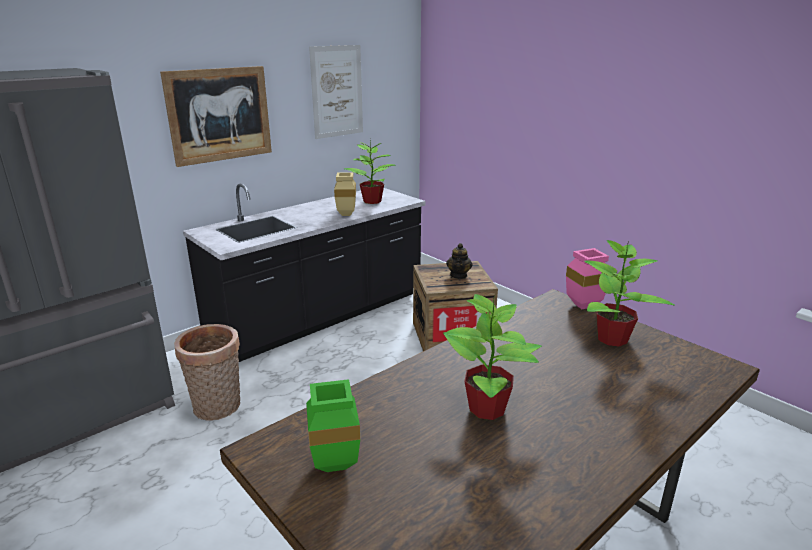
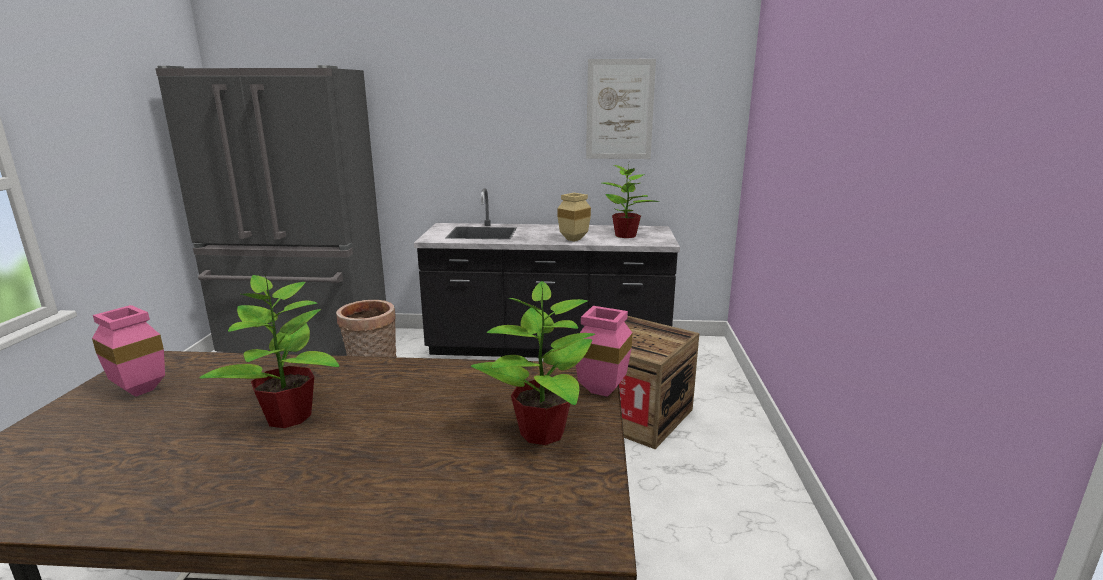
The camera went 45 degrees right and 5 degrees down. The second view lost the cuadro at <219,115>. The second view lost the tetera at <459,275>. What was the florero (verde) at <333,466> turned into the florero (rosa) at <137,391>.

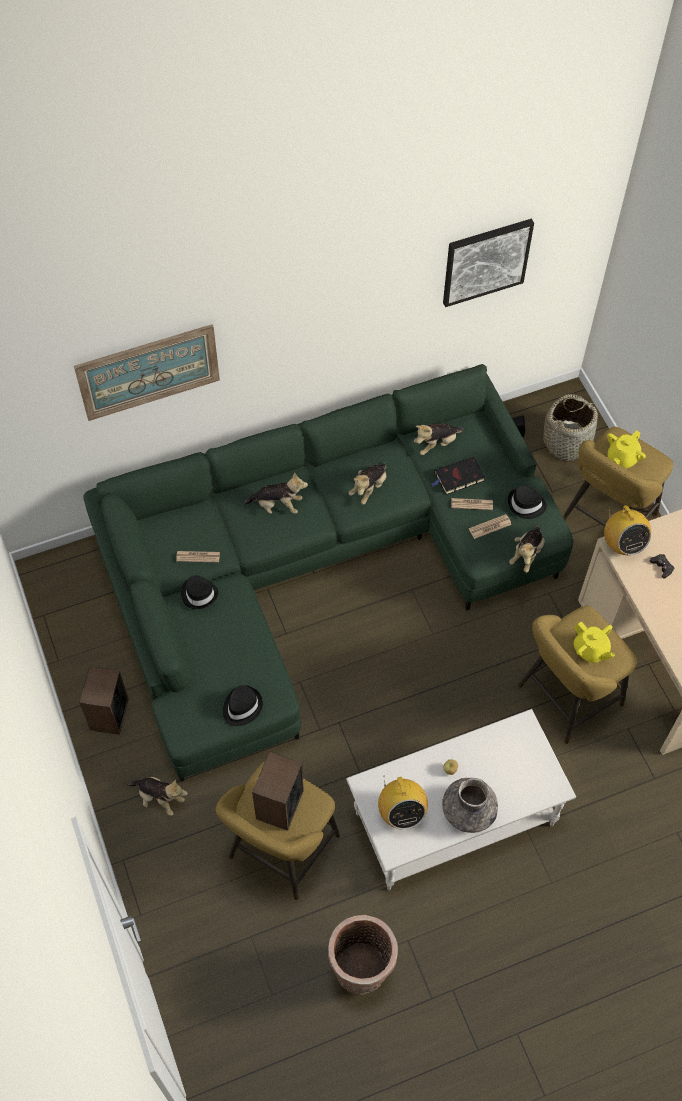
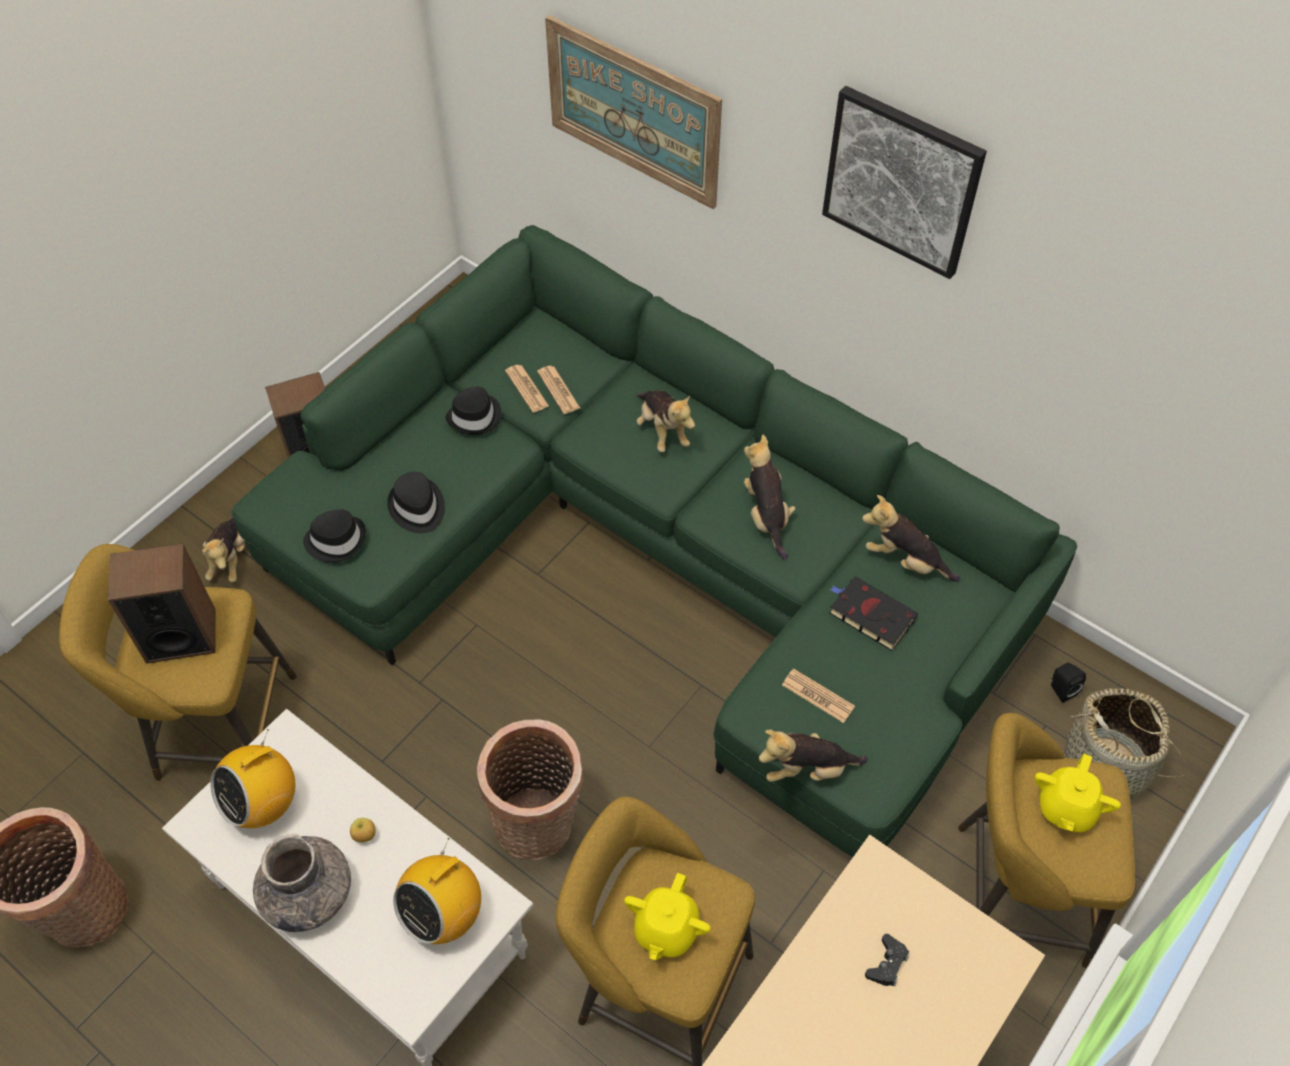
The camera went 60 degrees right and 5 degrees down. The cuadro ended up elsewhere, having gone from <486,261> to <902,181>. The tetera (amarillo) at <622,458> ended up facing another way, 75 degrees counterclockwise from before. The peluche at <369,488> ended up facing another way, 75 degrees clockwise from before. The sombrero (negro) ended up elsewhere, having gone from <526,505> to <417,508>. The periódico ended up elsewhere, having gone from <471,504> to <558,390>. The radio ended up elsewhere, having gone from <622,544> to <444,914>. The second view gained the cesta at <539,825>.

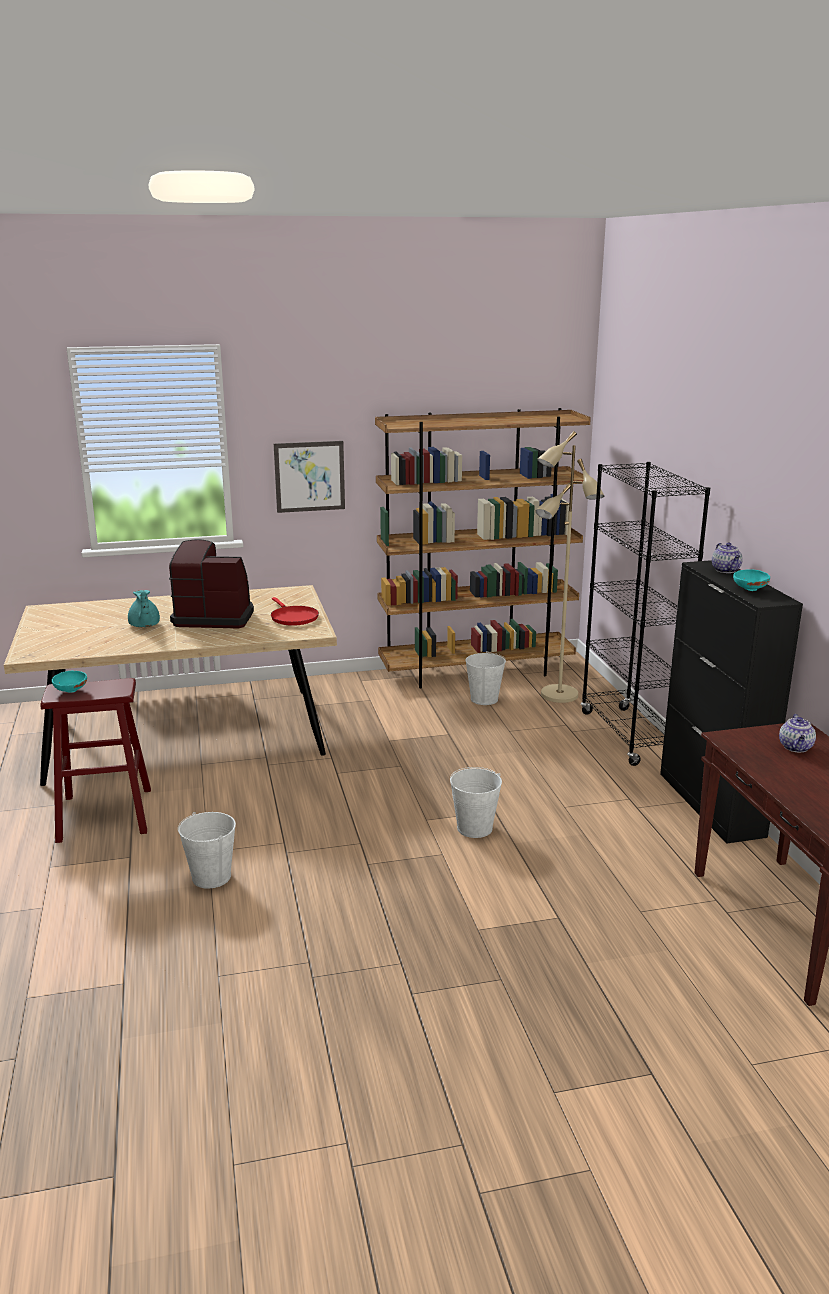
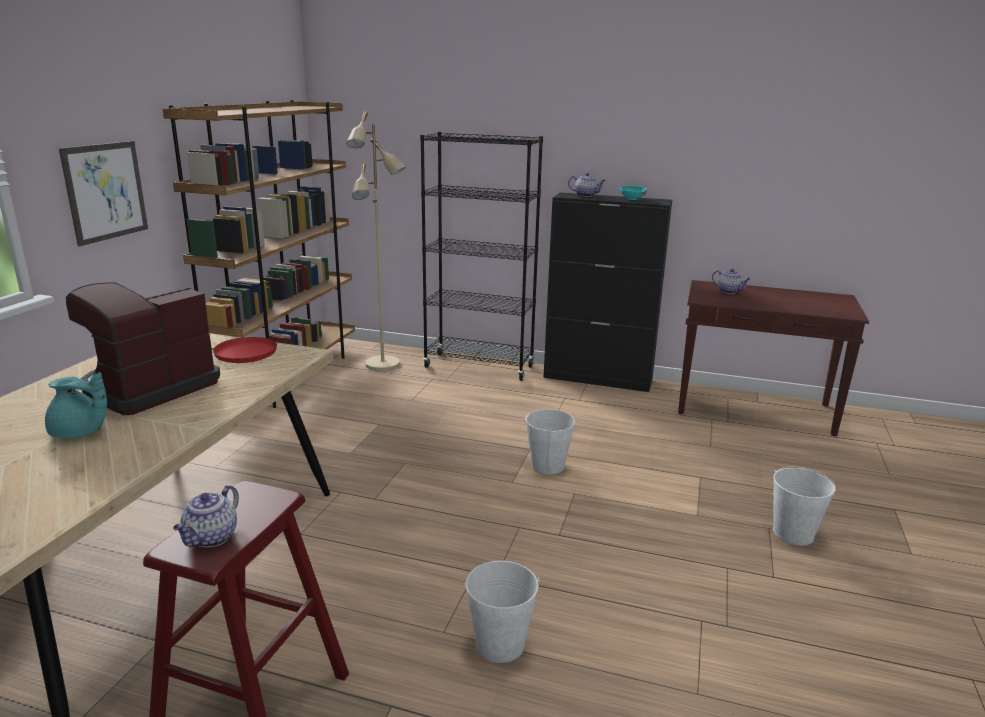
The camera went 60 degrees left and 0 degrees up. The cubo (blanco) ended up elsewhere, having gone from <484,699> to <793,534>. Where the cuenco (turquesa) stood at <70,691>, the tetera came to stand at <211,538>.

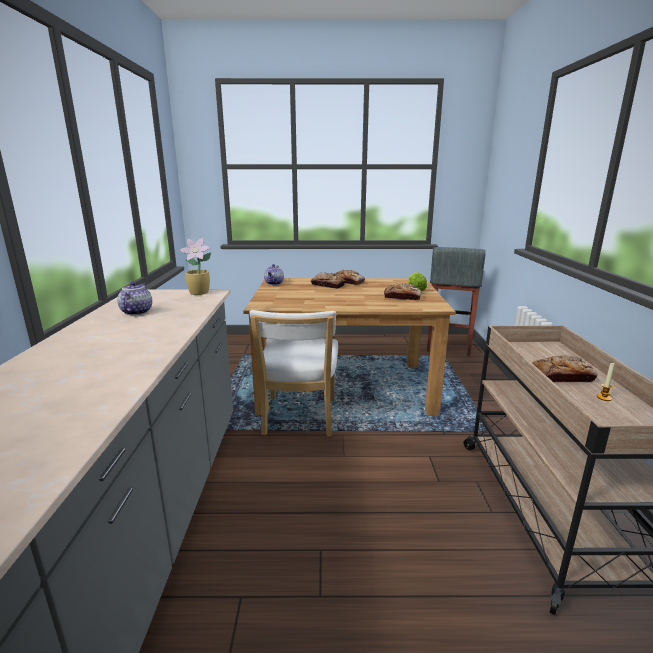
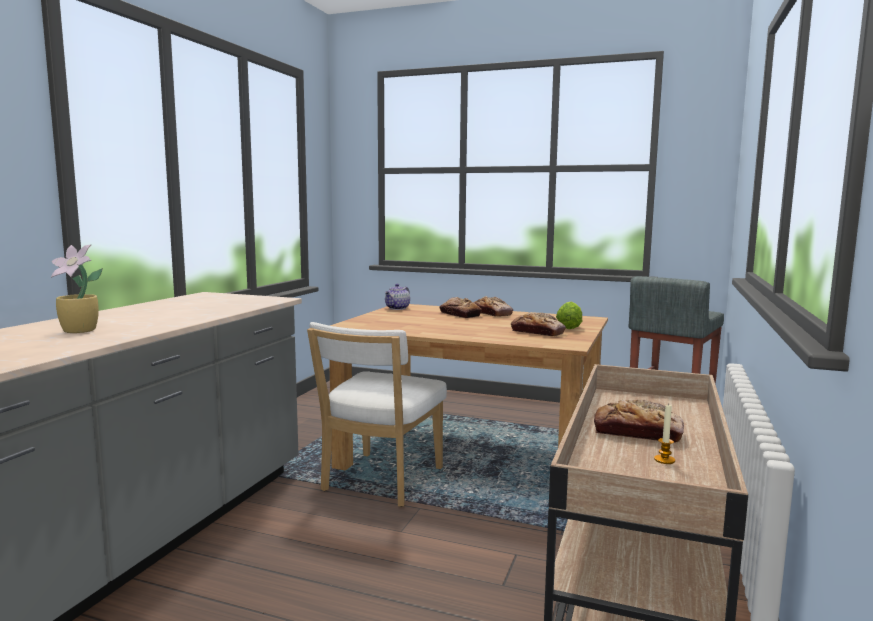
The camera went 20 degrees right and 10 degrees down. The planta en maceta ended up elsewhere, having gone from <200,293> to <80,331>. The second view lost the tetera at <136,312>.

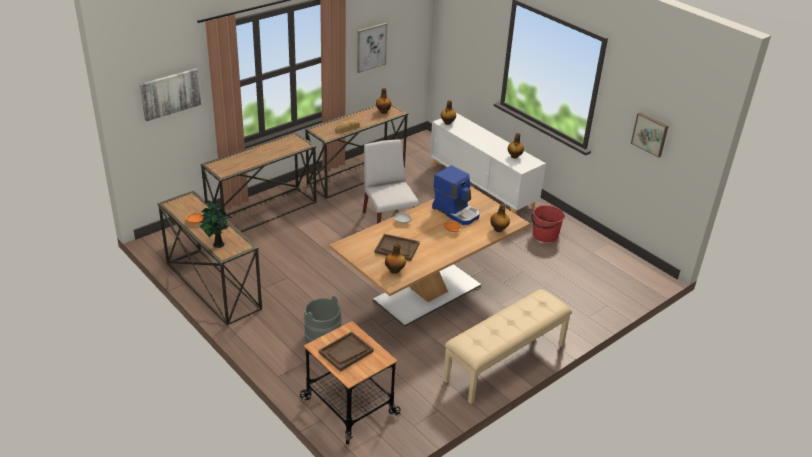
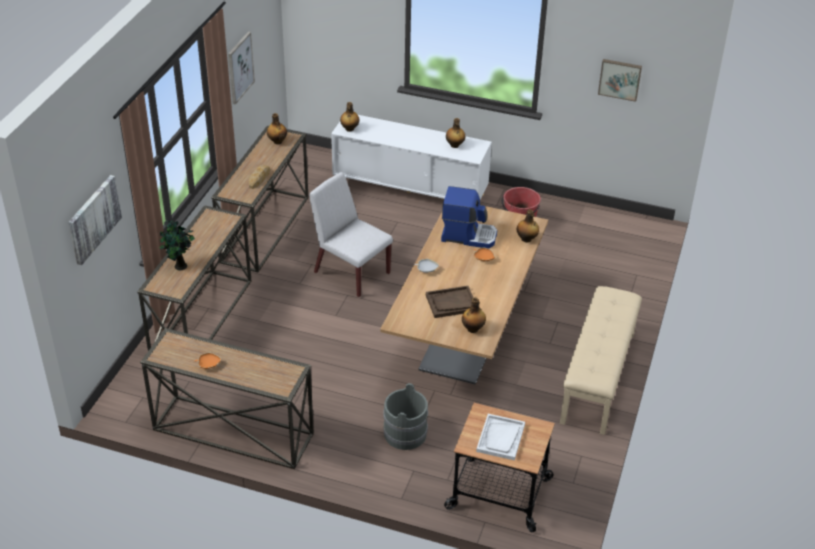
The camera went 30 degrees left and 5 degrees up. The planta en maceta ended up elsewhere, having gone from <217,244> to <180,267>. What was the bandeja (marrón) at <346,352> turned into the bandeja (blanco) at <500,438>.

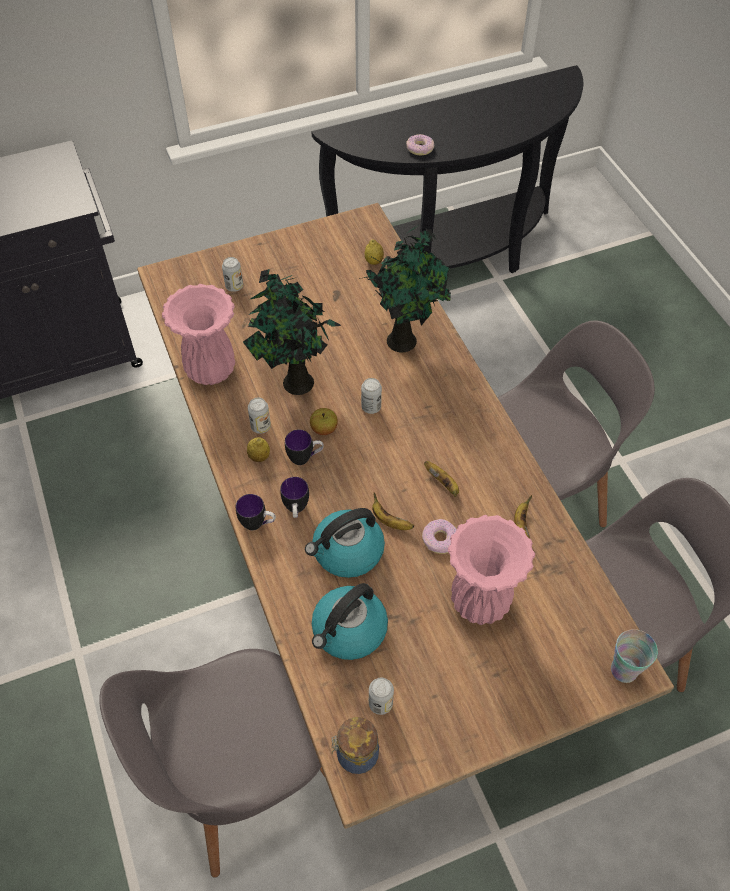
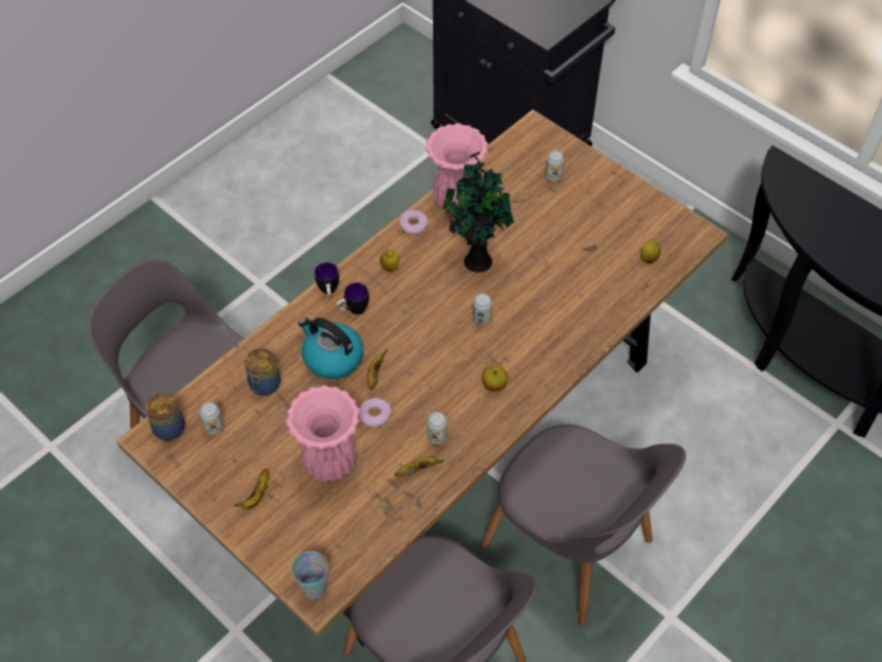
The camera went 65 degrees right and 0 degrees up. The rosquilla ended up elsewhere, having gone from <420,148> to <413,225>. The second view lost the planta en maceta at <404,339>. The lata ended up elsewhere, having gone from <260,426> to <437,437>. The manzana ended up elsewhere, having gone from <324,429> to <494,384>. The second view lost the taza grande at <305,458>. The plátano ended up elsewhere, having gone from <443,483> to <256,495>. Where the hervidor stood at <349,631>, the tarro came to stand at <264,385>.

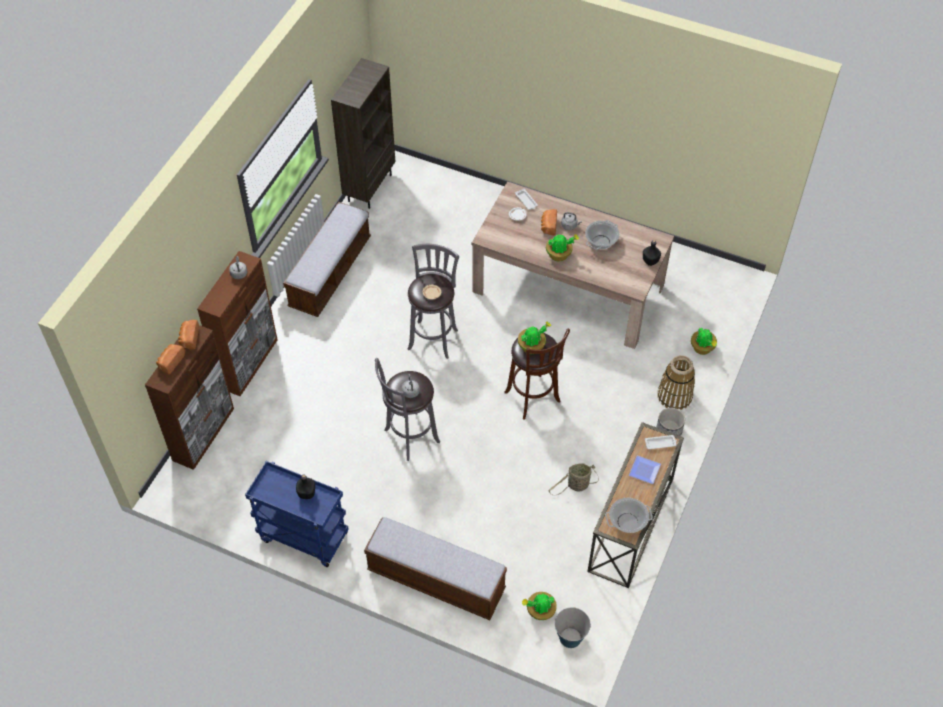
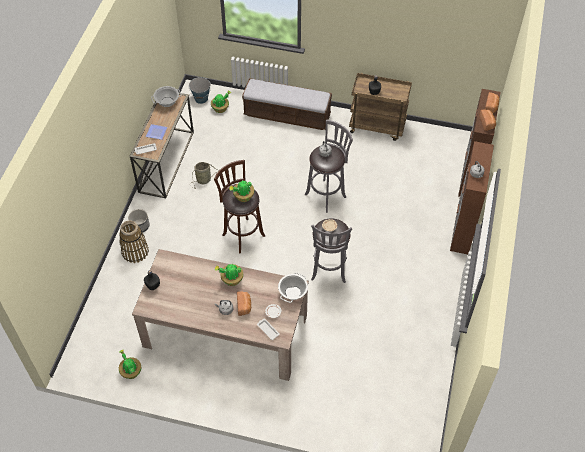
The camera went 170 degrees right and 0 degrees up. The second view lost the estantería (marrón) at <369,187>. The second view lost the banco at <330,273>. The olla ended up elsewhere, having gone from <601,242> to <293,292>. The planta en maceta ended up elsewhere, having gone from <702,348> to <131,371>. What was the carrito (azul) at <302,536> turned into the carrito (marrón) at <377,126>.

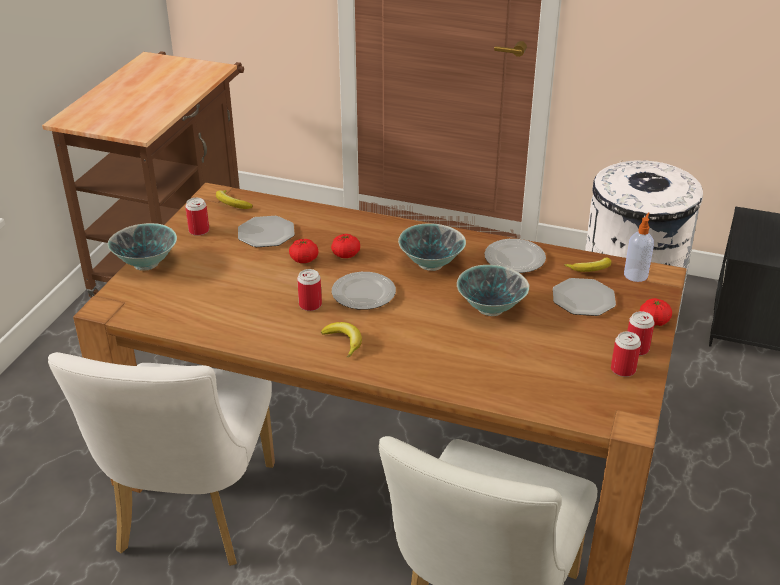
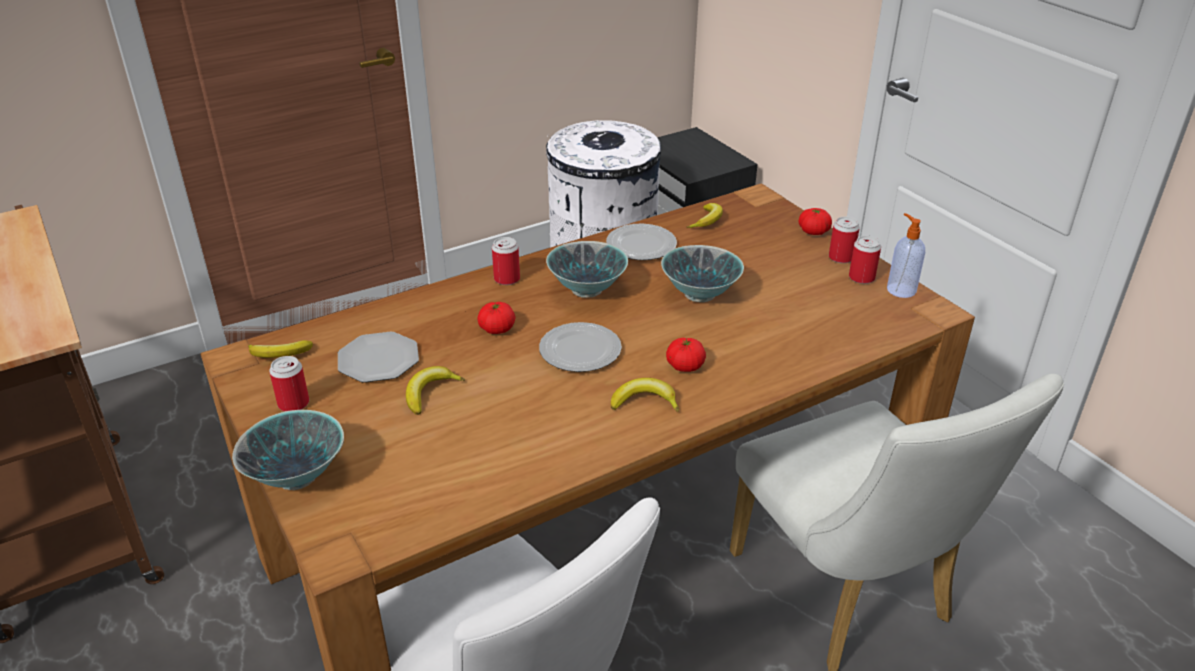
The camera went 50 degrees left and 0 degrees up. The dispensador de jabón ended up elsewhere, having gone from <636,274> to <900,289>. The tomate ended up elsewhere, having gone from <304,259> to <685,366>. The lata ended up elsewhere, having gone from <310,305> to <507,279>. The second view lost the plato at <584,299>. The second view gained the plátano at <430,393>.

